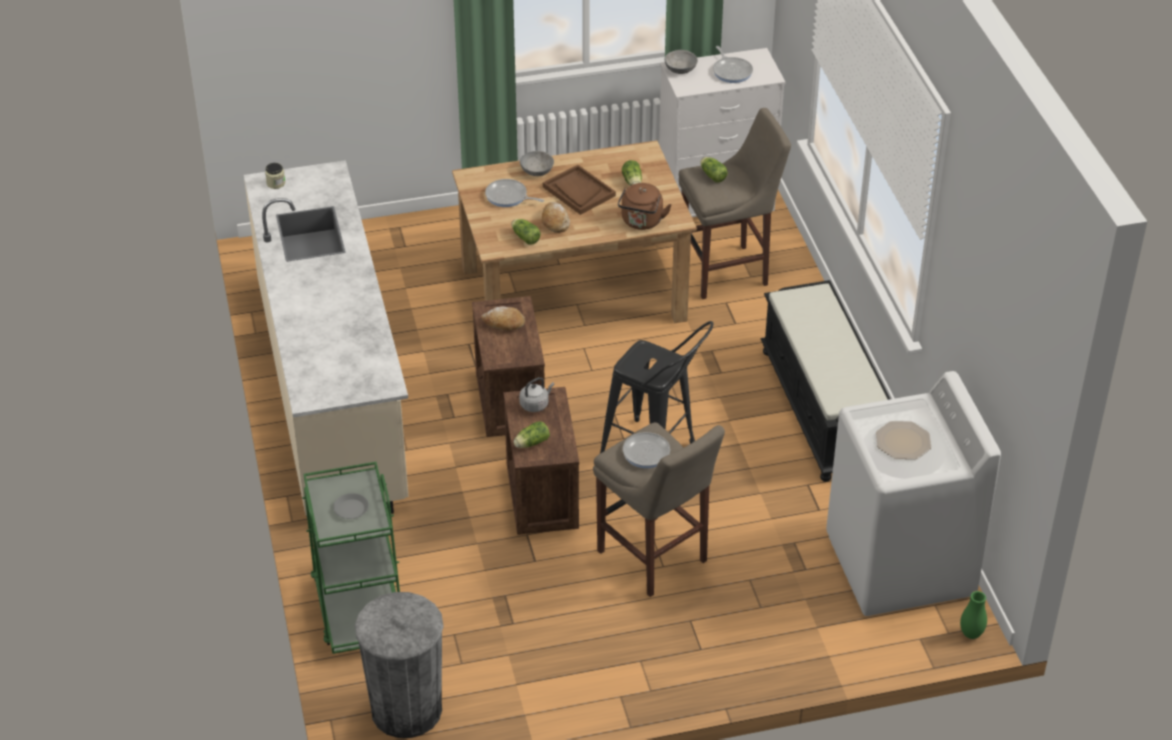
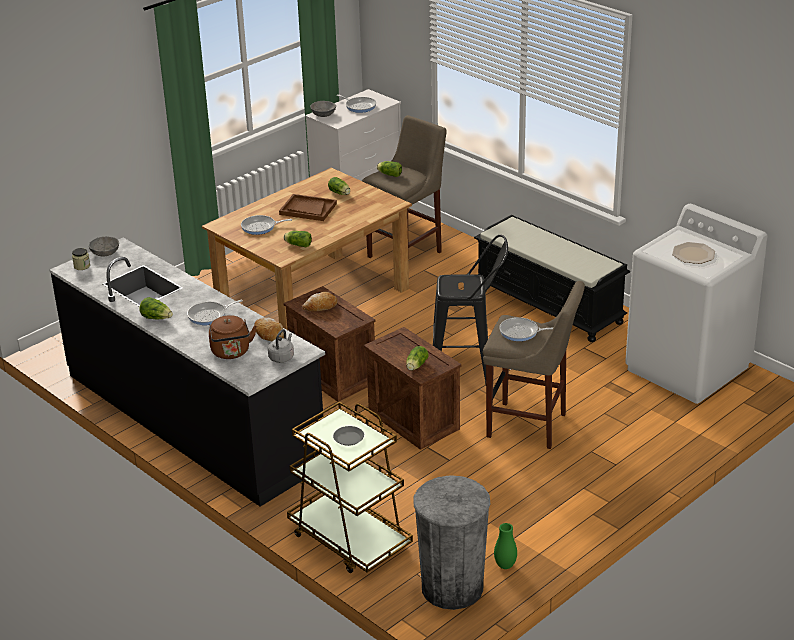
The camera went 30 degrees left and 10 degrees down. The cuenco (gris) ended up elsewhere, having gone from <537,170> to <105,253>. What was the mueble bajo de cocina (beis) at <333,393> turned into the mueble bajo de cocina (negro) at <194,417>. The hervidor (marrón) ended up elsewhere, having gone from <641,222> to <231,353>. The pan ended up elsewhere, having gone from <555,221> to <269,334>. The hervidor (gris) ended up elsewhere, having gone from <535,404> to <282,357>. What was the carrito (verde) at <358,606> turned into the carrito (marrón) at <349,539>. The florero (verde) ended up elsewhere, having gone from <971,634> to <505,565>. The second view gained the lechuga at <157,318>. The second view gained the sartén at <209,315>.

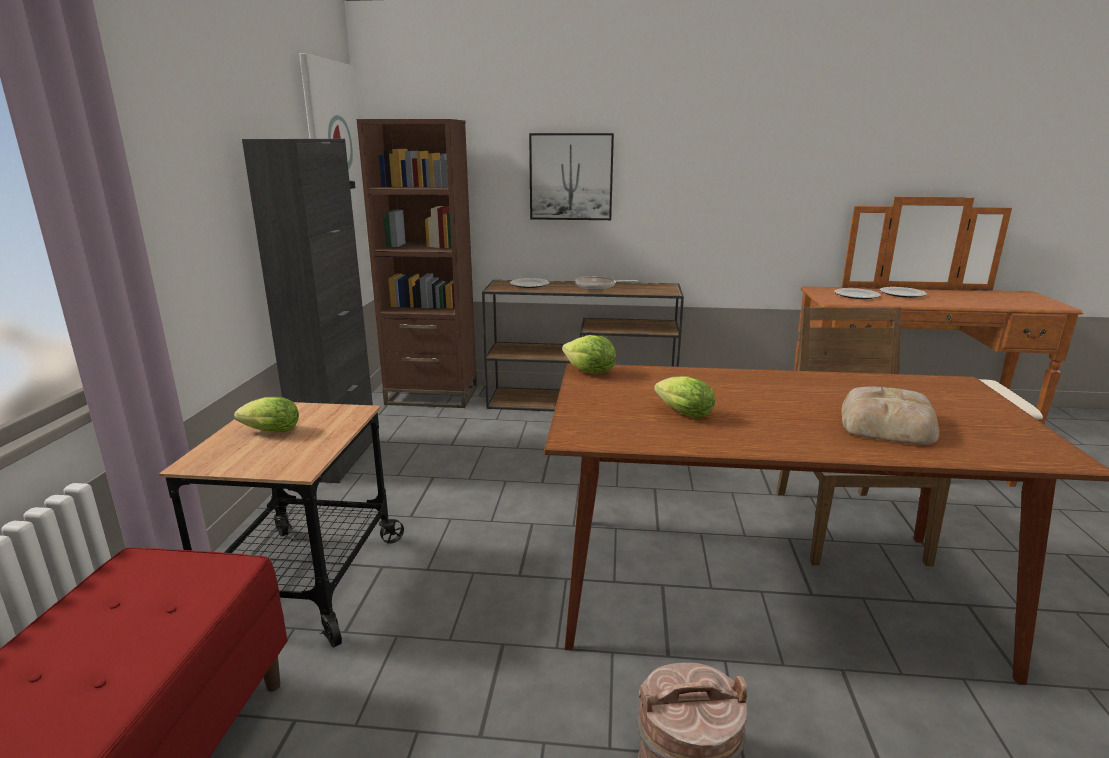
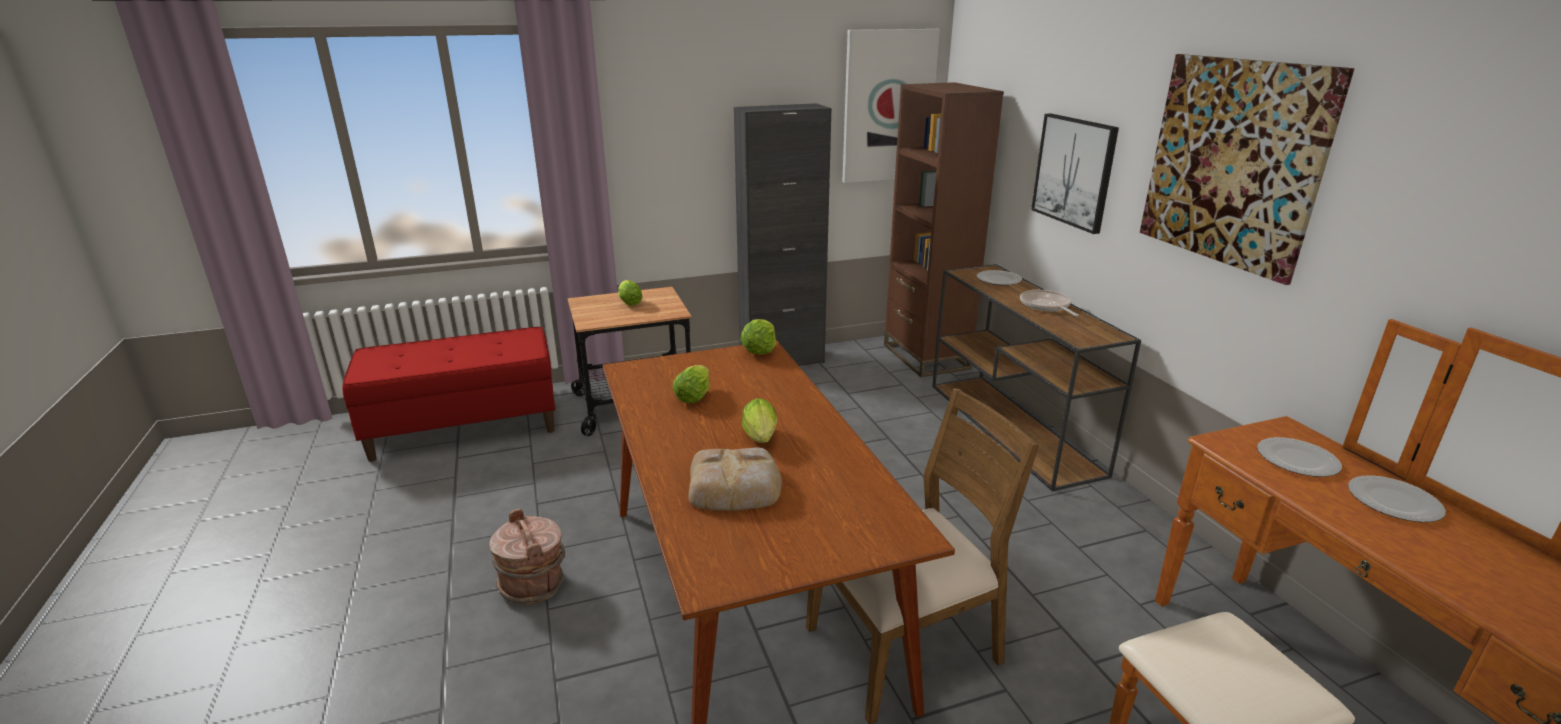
The camera went 65 degrees right and 5 degrees up. The second view gained the cuadro at <1233,163>. The second view gained the lechuga at <761,439>.

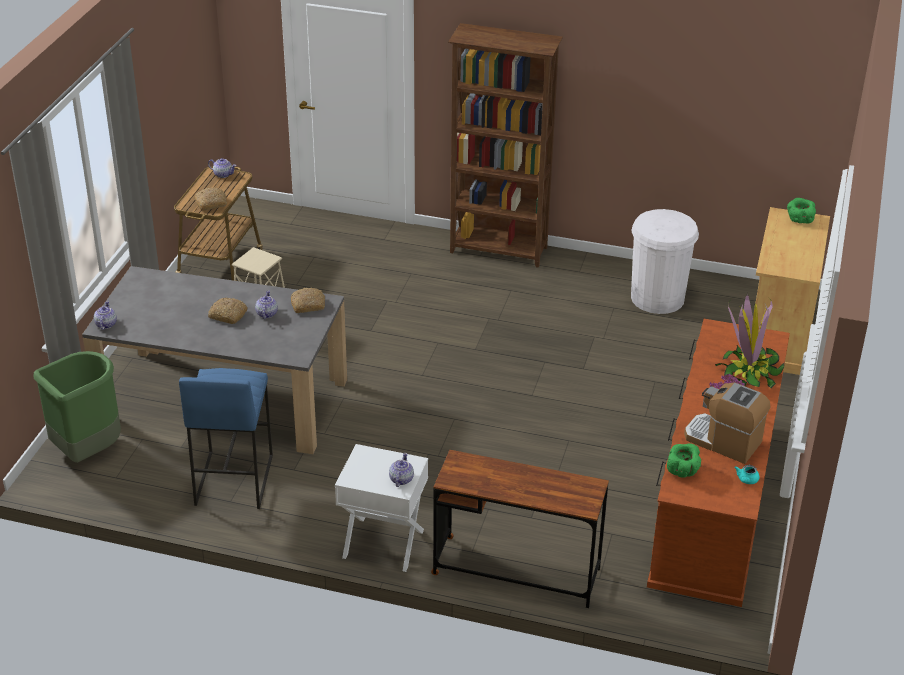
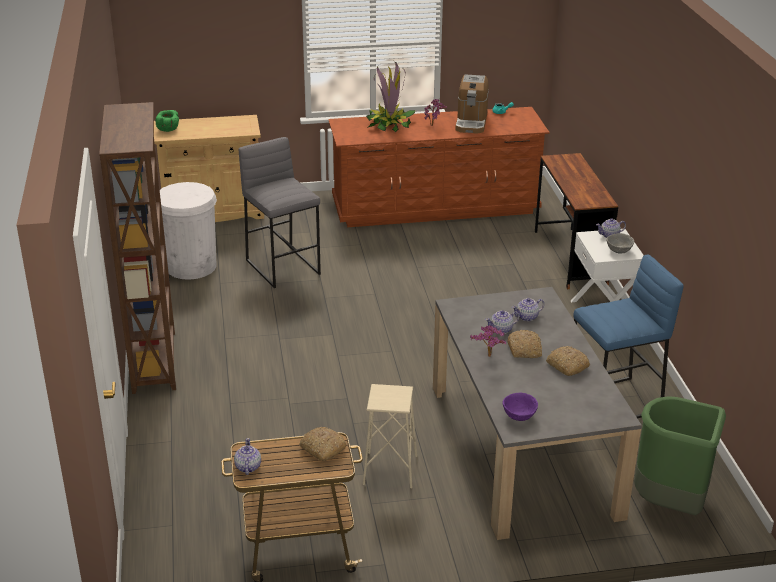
The camera went 115 degrees left and 5 degrees down. The pan ended up elsewhere, having gone from <308,305> to <567,366>. The tetera ended up elsewhere, having gone from <105,324> to <527,317>. The second view lost the cuenco (verde) at <683,471>. The second view gained the taburete (gris) at <283,267>. The second view gained the cuenco (gris) at <619,250>. The second view gained the planta en maceta at <488,357>. The second view gained the cuenco (morado) at <519,416>.

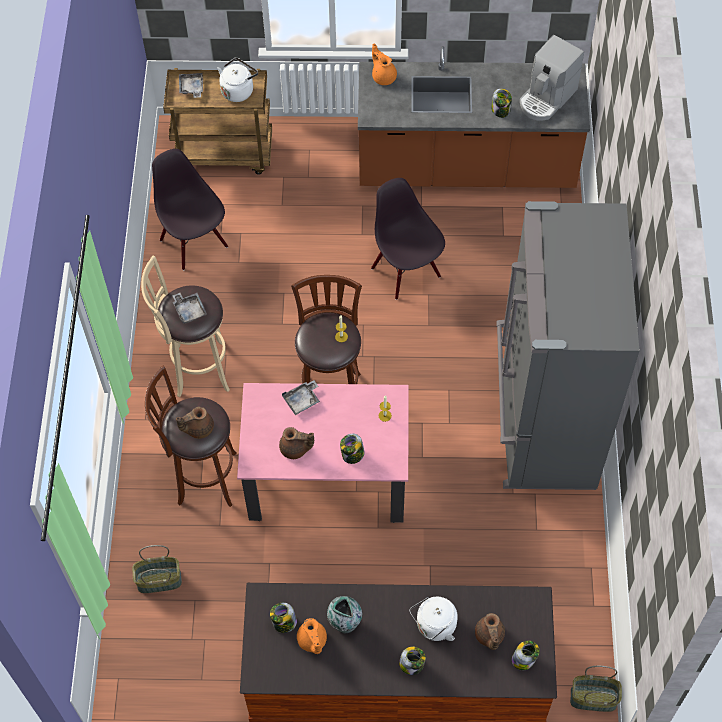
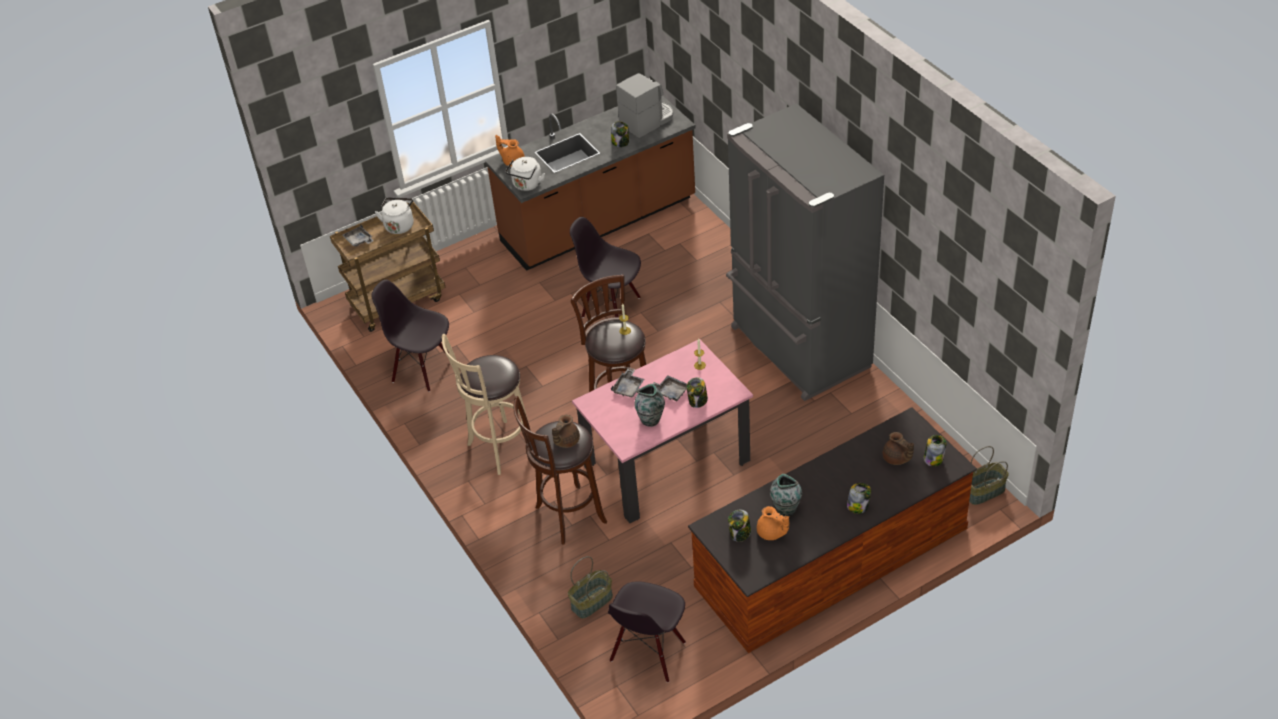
The camera went 30 degrees left and 15 degrees down. The cafetera at <547,98> ended up facing another way, 135 degrees counterclockwise from before. The bandeja (gris) ended up elsewhere, having gone from <189,310> to <670,392>. Where the tetera (marrón) stood at <295,449>, the florero came to stand at <651,420>. The hervidor (blanco) ended up elsewhere, having gone from <434,626> to <526,185>. The second view gained the silla (negro) at <648,653>.

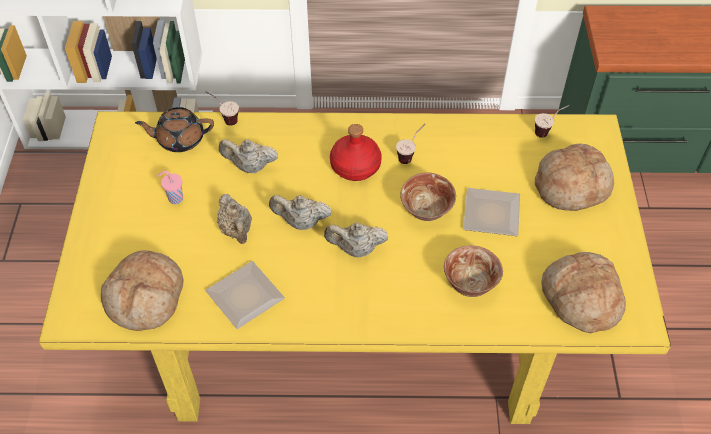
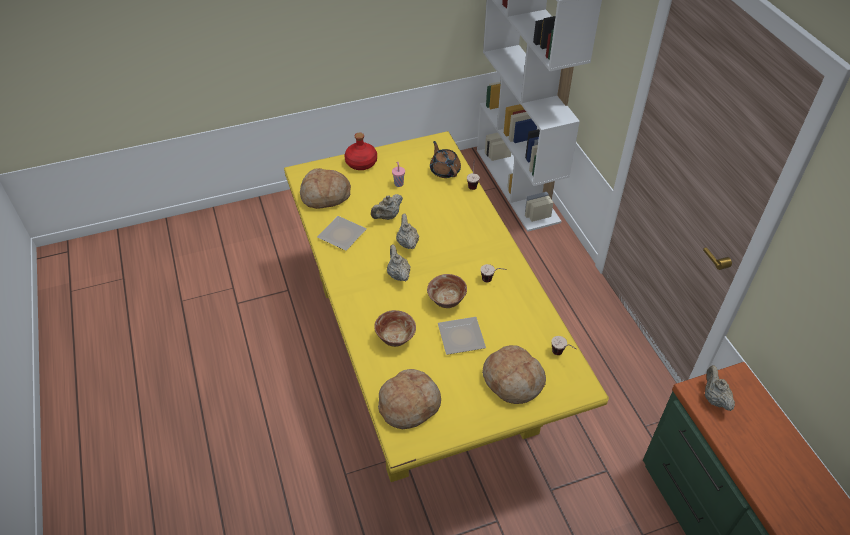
The camera went 70 degrees right and 5 degrees down. The botella (rojo) ended up elsewhere, having gone from <355,166> to <361,162>. The tetera (beis) ended up elsewhere, having gone from <250,167> to <714,398>.

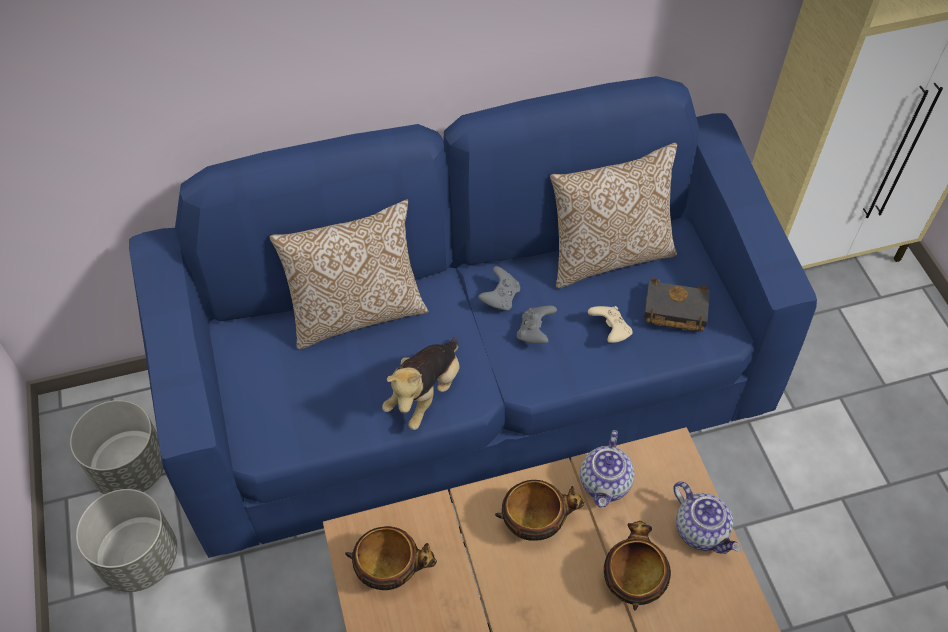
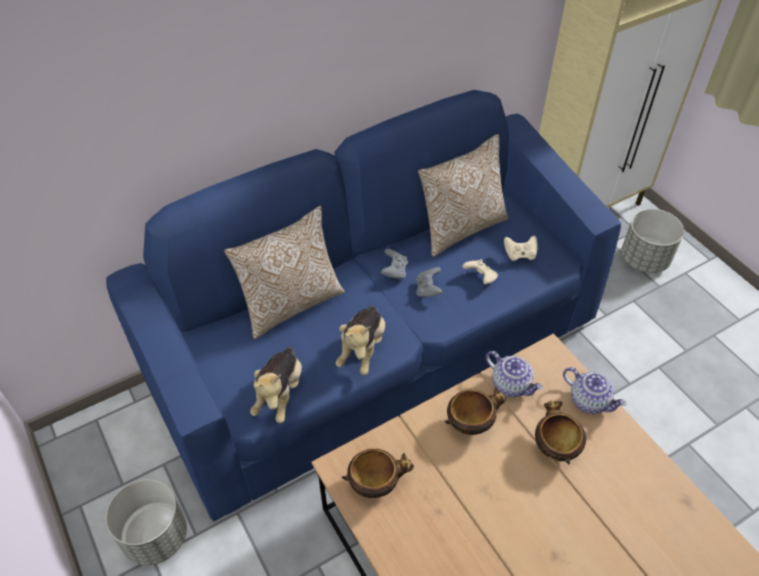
The camera went 15 degrees left and 5 degrees down. Where the libro (negro) stood at <673,310>, the mando de consola (beis) came to stand at <519,254>. The maceta (gris) ended up elsewhere, having gone from <131,469> to <644,259>. The tetera at <605,483> ended up facing another way, 45 degrees counterclockwise from before. The second view gained the peluche at <279,394>.

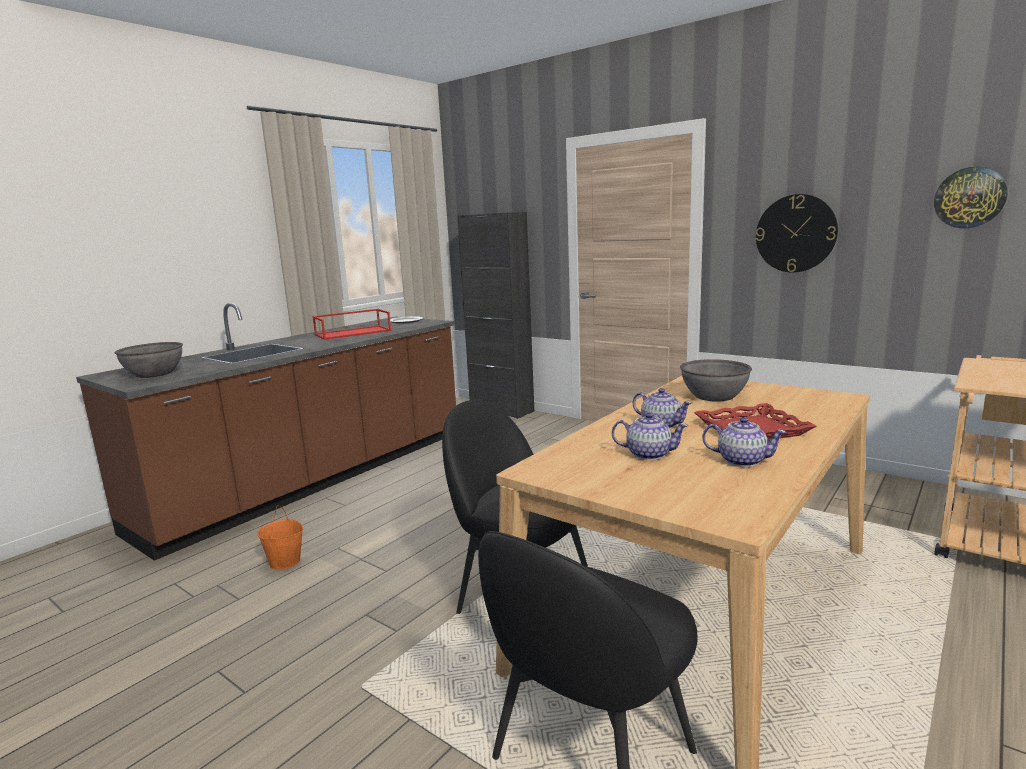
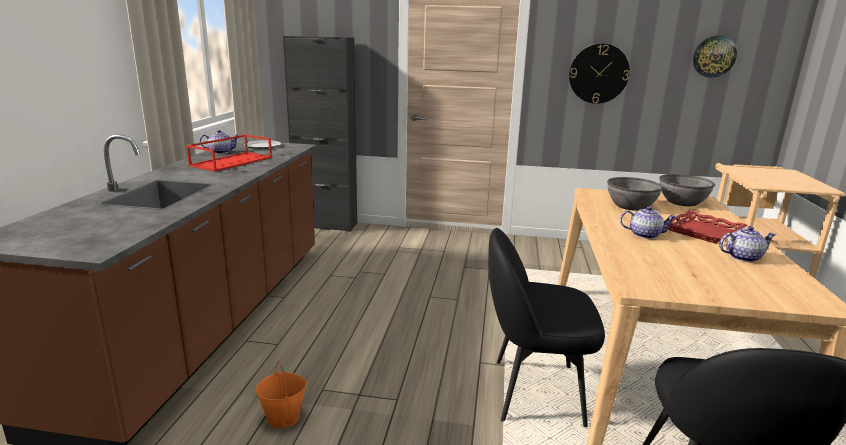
The camera went 30 degrees left and 5 degrees up. The cuenco (gris) ended up elsewhere, having gone from <154,374> to <682,202>. The tetera ended up elsewhere, having gone from <648,454> to <221,152>.

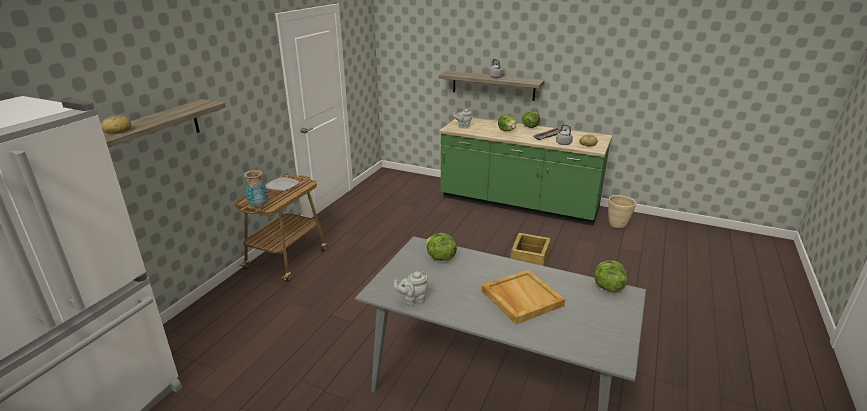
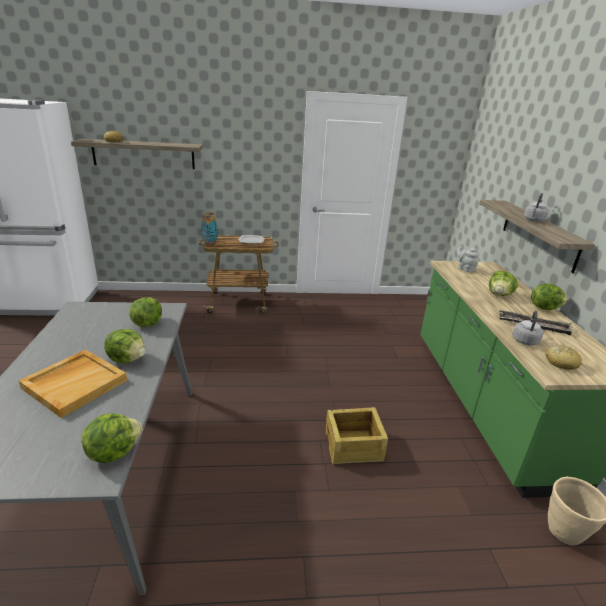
The camera went 60 degrees right and 0 degrees up. The second view lost the tetera (gris) at <413,300>. The second view gained the lechuga at <127,359>.

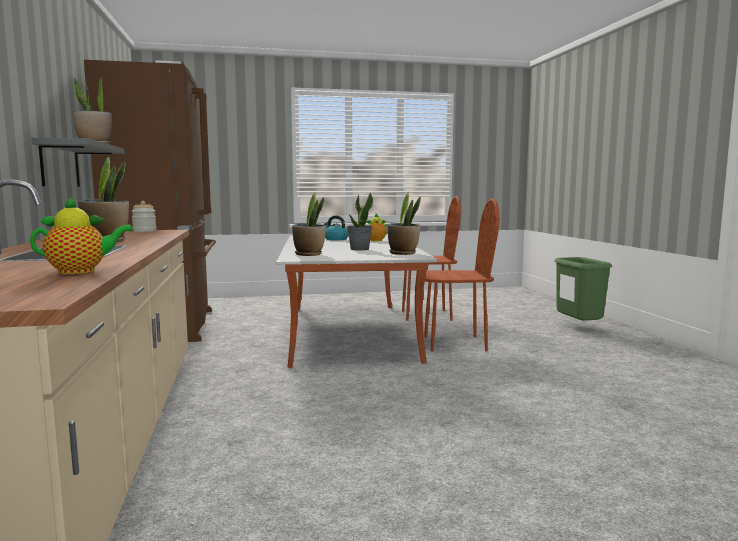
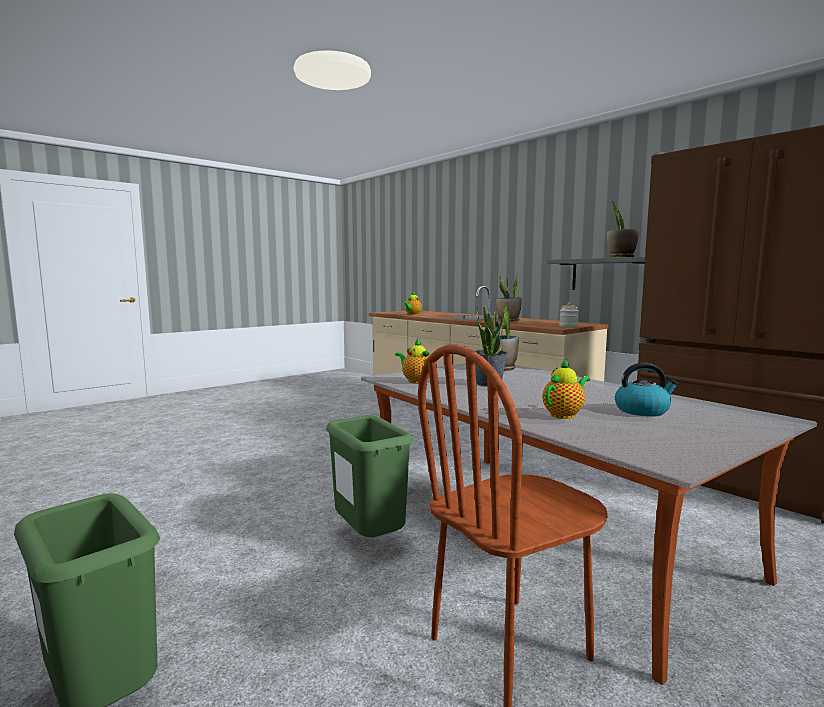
The camera went 150 degrees right and 0 degrees up. Where the planta en maceta stood at <403,253>, the tetera came to stand at <415,381>. Where the silla (marrón) stood at <454,343>, the papelera (verde) came to stand at <368,540>.

